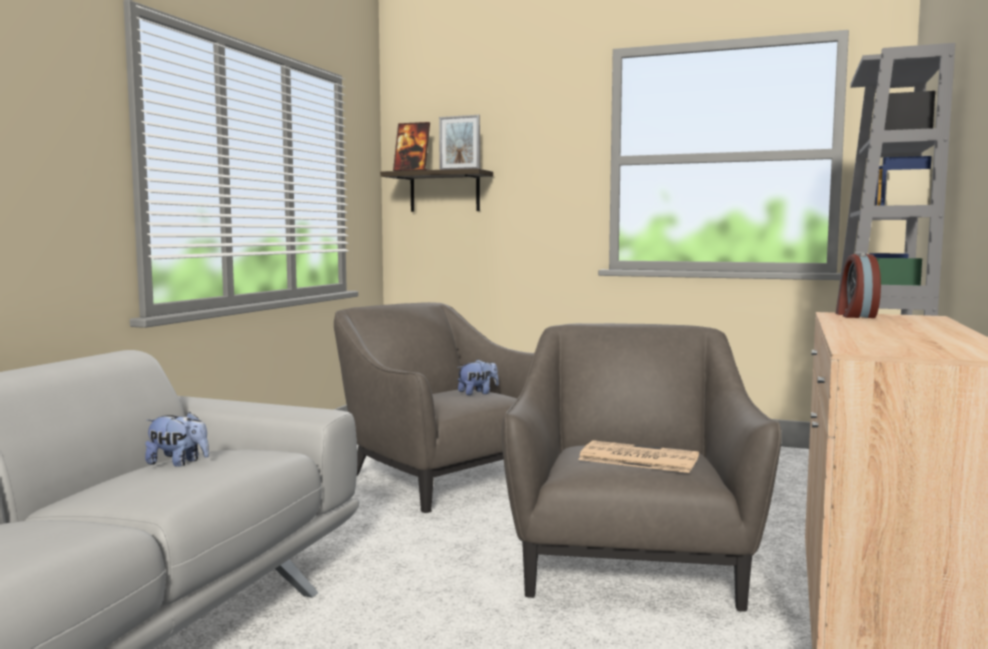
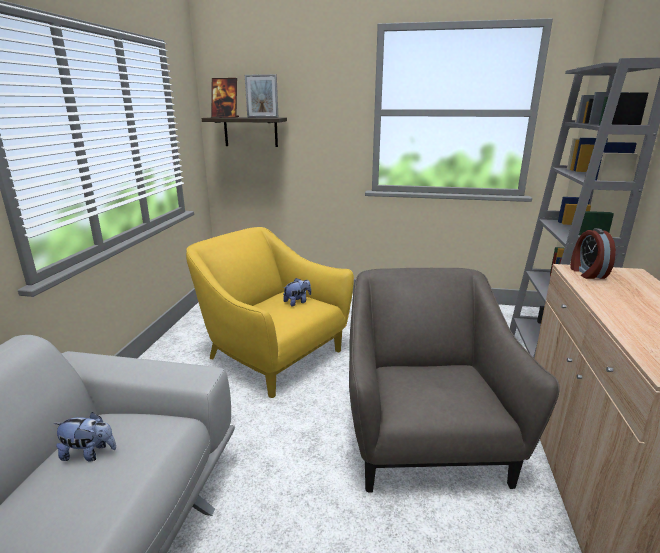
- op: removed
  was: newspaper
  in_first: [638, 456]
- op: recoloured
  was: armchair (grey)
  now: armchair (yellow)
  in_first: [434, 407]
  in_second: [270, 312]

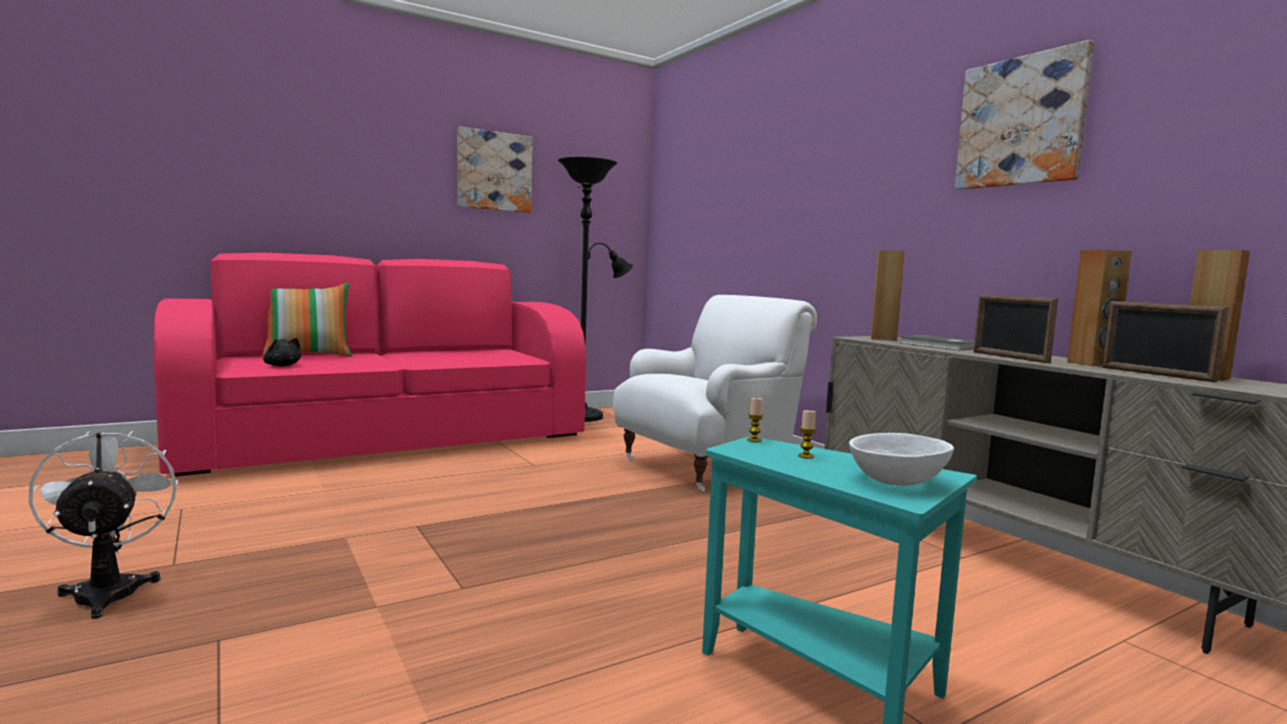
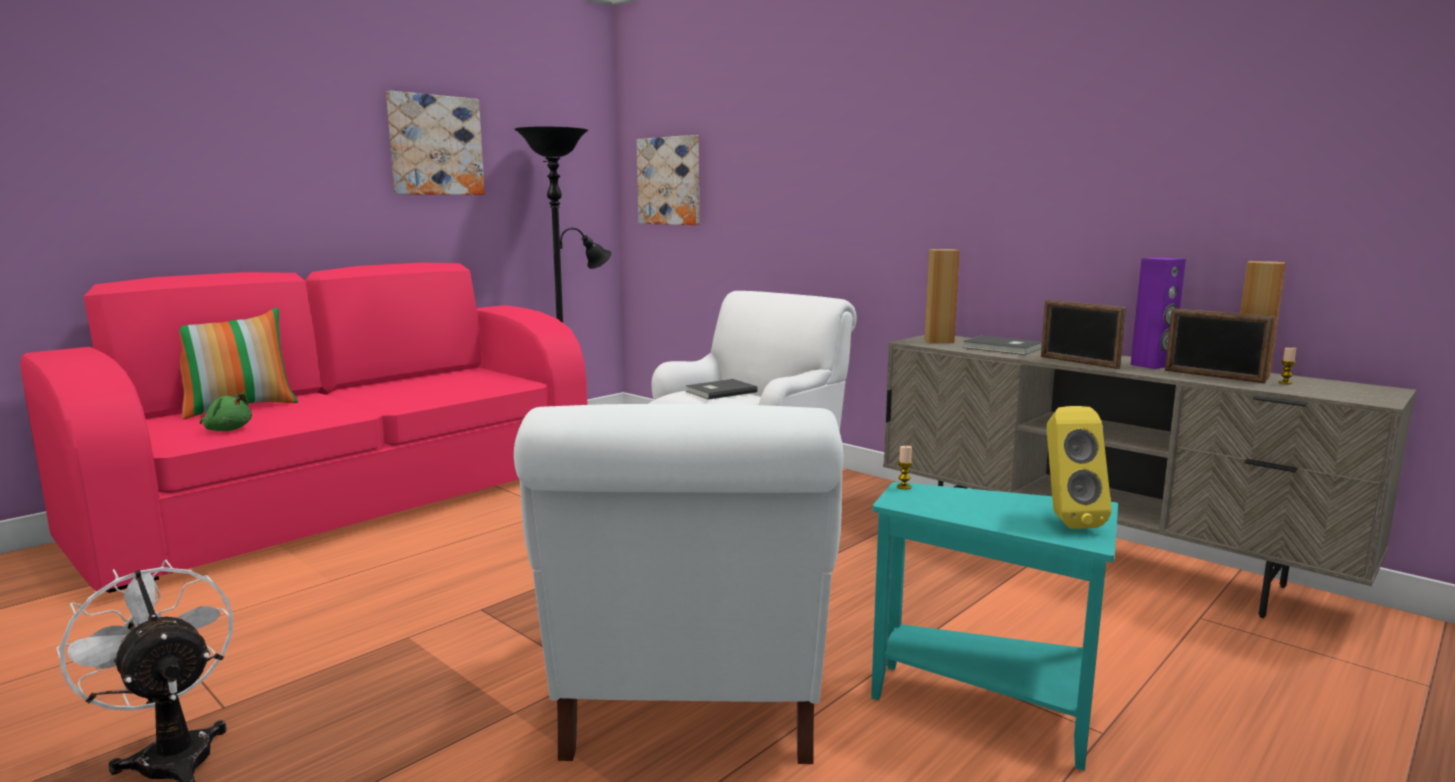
- op: added
  now: armchair (white)
  in_second: [678, 584]
- op: added
  now: book (grey)
  in_second: [722, 389]
- op: moved
  was: candle
  in_first: [807, 434]
  in_second: [1287, 365]
- op: moved
  was: picture
  in_first: [1024, 115]
  in_second: [667, 180]
- op: replaced
  was: bowl (white)
  now: speaker (yellow)
  in_first: [901, 459]
  in_second: [1079, 467]
- op: recoloured
  was: plush toy (black)
  now: plush toy (green)
  in_first: [282, 352]
  in_second: [226, 411]
- op: recoloured
  was: speaker (brown)
  now: speaker (purple)
  in_first: [1099, 308]
  in_second: [1158, 313]

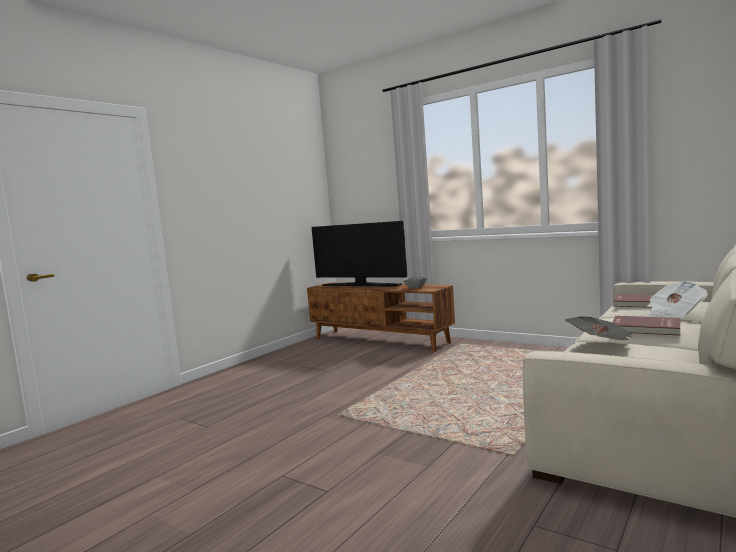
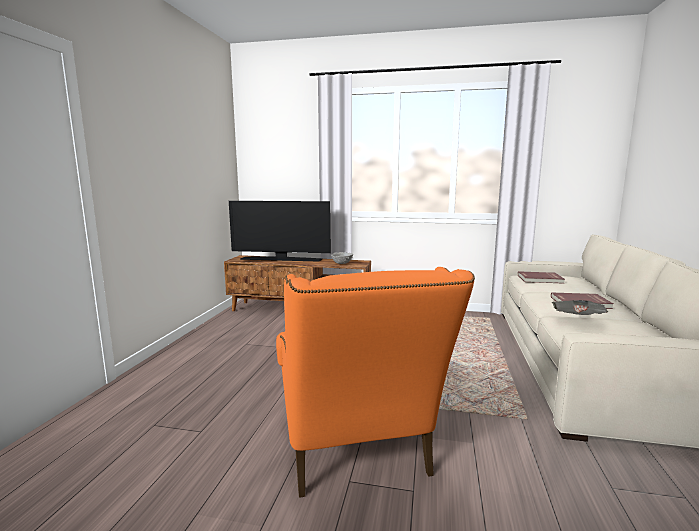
- op: removed
  was: newspaper
  in_first: [677, 299]
- op: added
  now: armchair (orange)
  in_second: [375, 382]

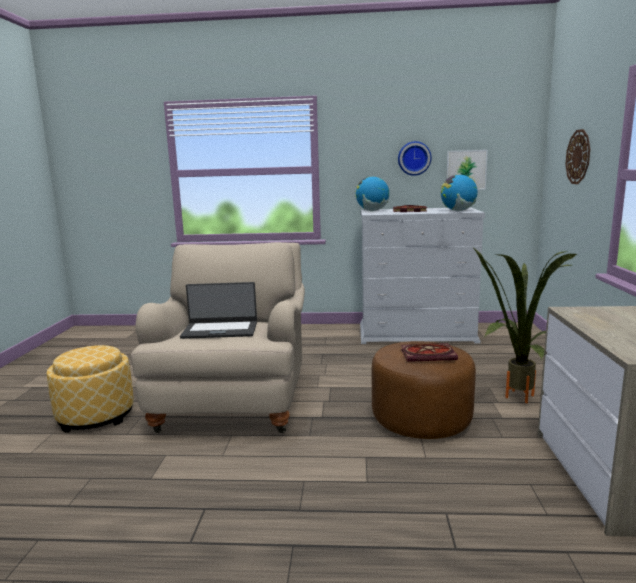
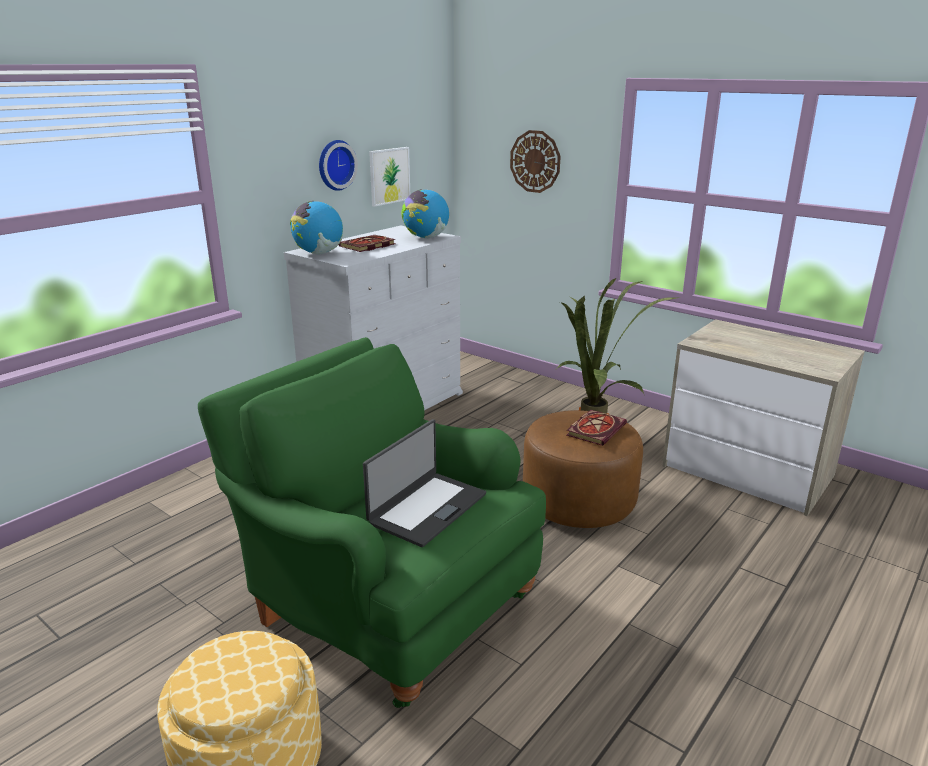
- op: recoloured
  was: armchair (beige)
  now: armchair (green)
  in_first: [218, 337]
  in_second: [372, 522]

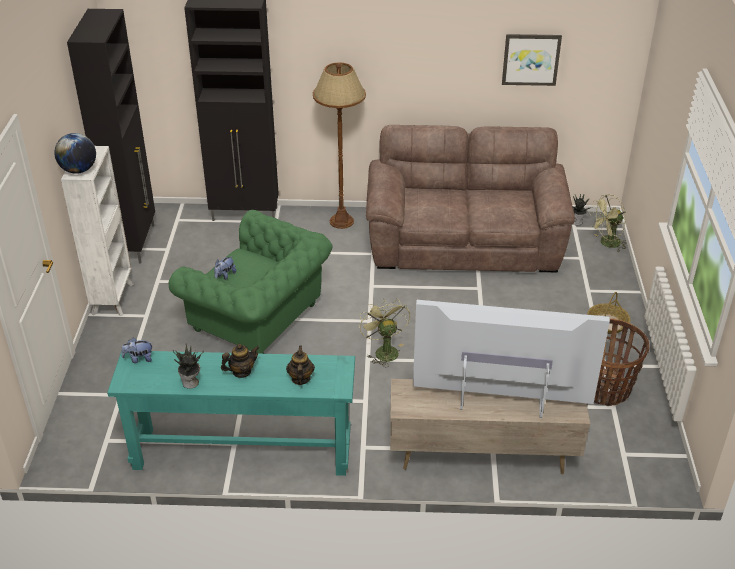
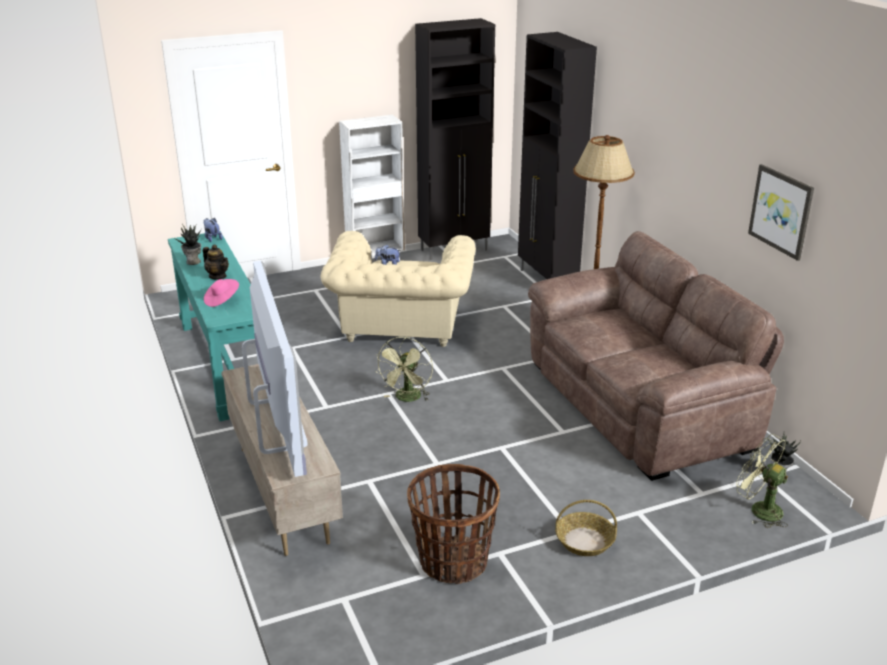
- op: removed
  was: globe
  in_first: [75, 153]
- op: replaced
  was: teapot
  now: hat (pink)
  in_first: [300, 365]
  in_second: [221, 293]
- op: recoloured
  was: armchair (green)
  now: armchair (beige)
  in_first: [250, 282]
  in_second: [398, 289]
- op: turned
  was: fan (green)
  in_first: [384, 332]
  in_second: [404, 369]
  clockwise: 150

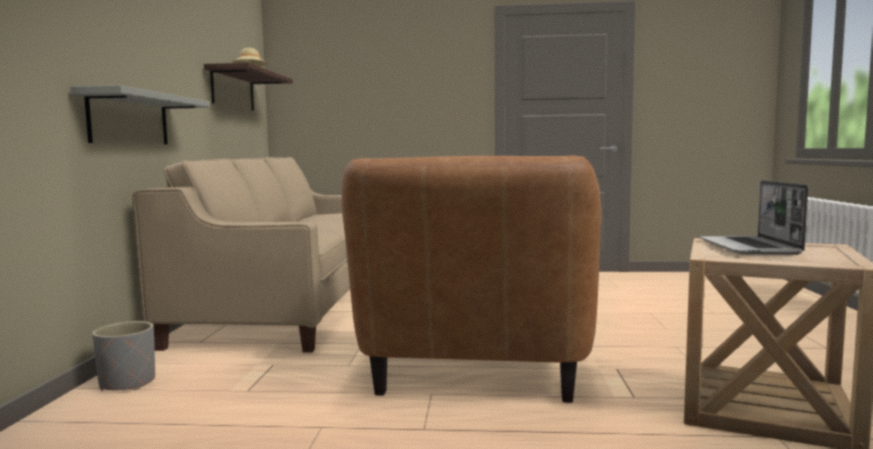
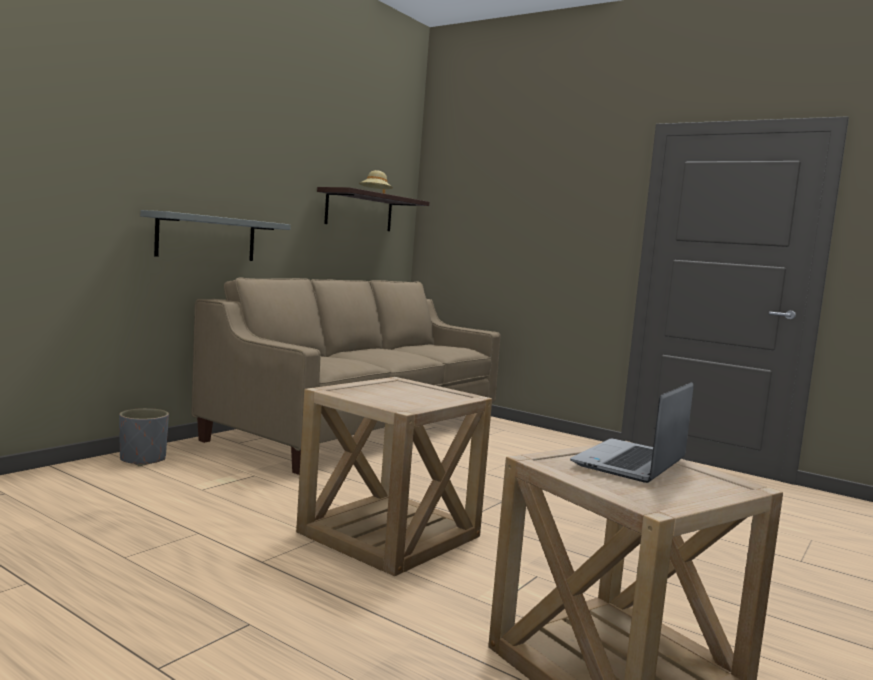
- op: replaced
  was: armchair (brown)
  now: side table (beige)
  in_first: [472, 279]
  in_second: [394, 476]

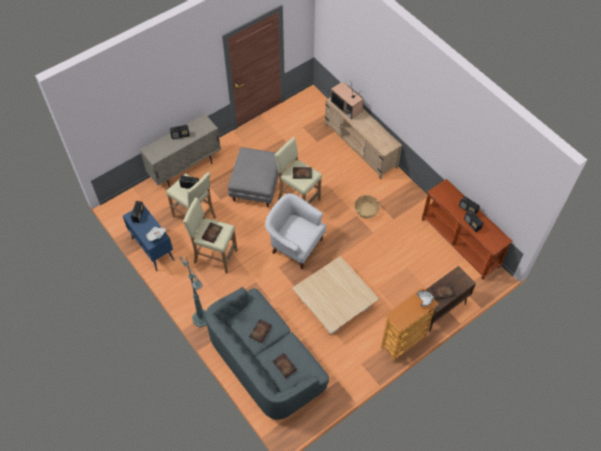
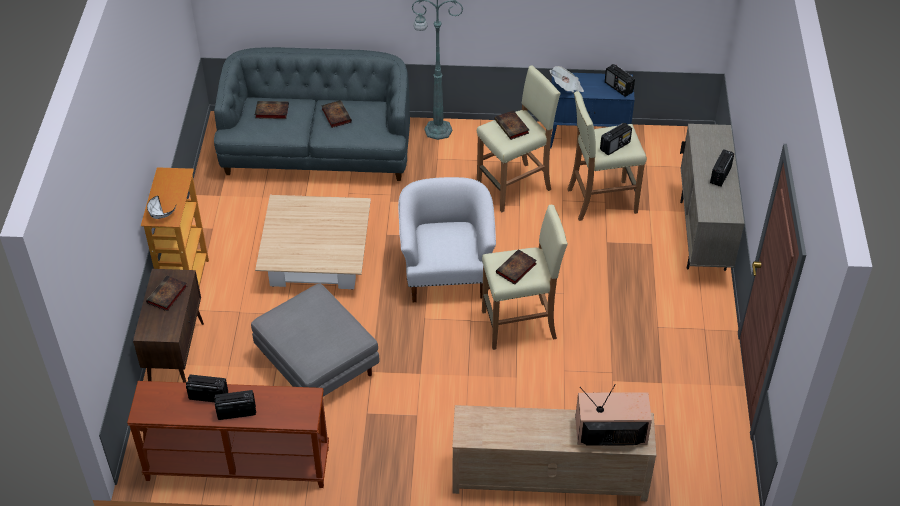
- op: removed
  was: basket
  in_first: [367, 207]
- op: moved
  was: ottoman (grey)
  in_first: [253, 177]
  in_second: [315, 340]
- op: turned
  was: armchair (white)
  in_first: [295, 231]
  in_second: [447, 239]
  clockwise: -75

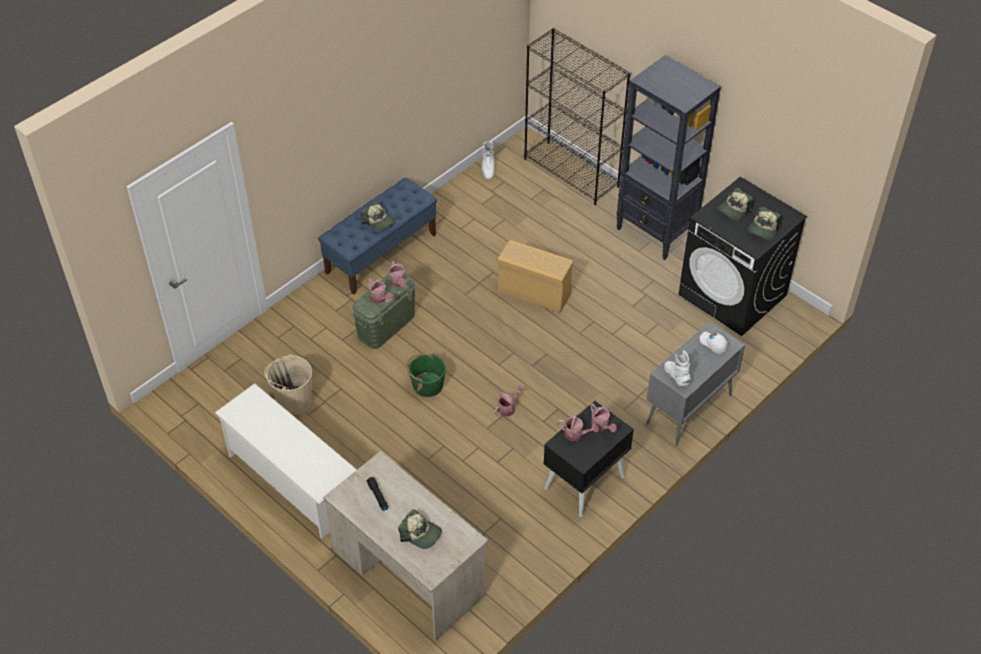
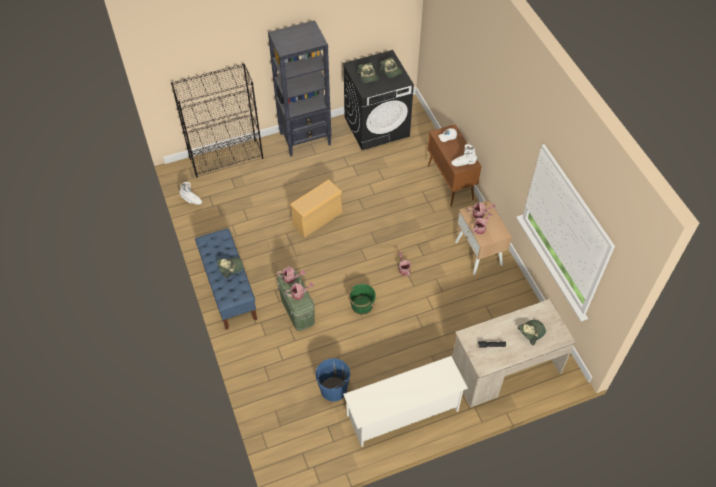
- op: recoloured
  was: bucket (beige)
  now: bucket (blue)
  in_first: [288, 384]
  in_second: [332, 380]
- op: recoloured
  was: nightstand (black)
  now: nightstand (beige)
  in_first: [588, 459]
  in_second: [483, 237]
- op: recoloured
  was: cabinet (grey)
  now: cabinet (brown)
  in_first: [695, 384]
  in_second: [455, 165]

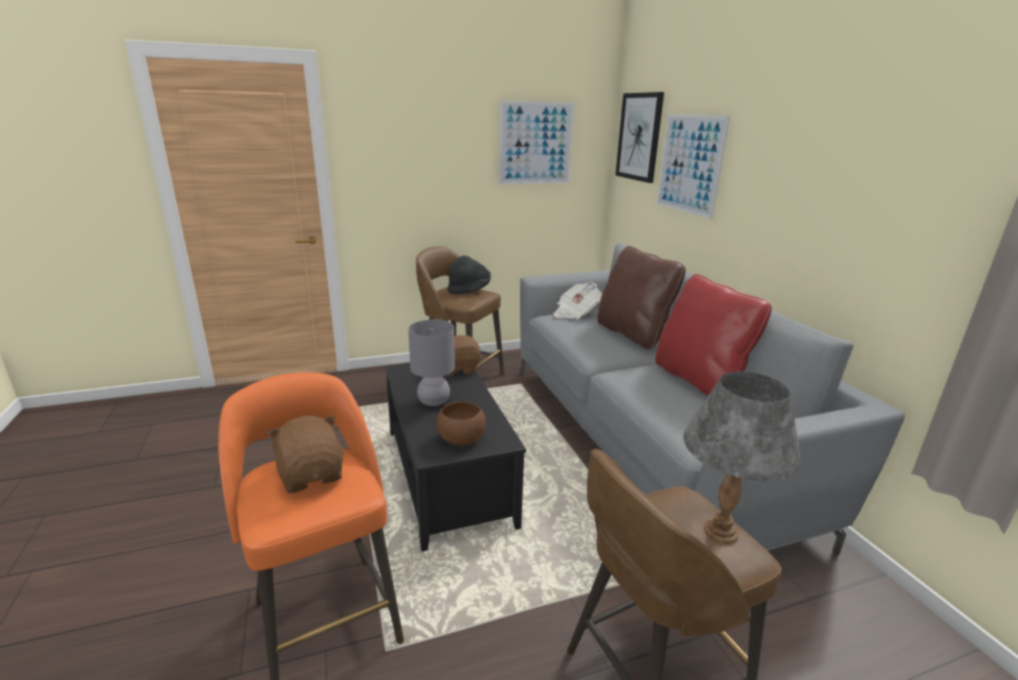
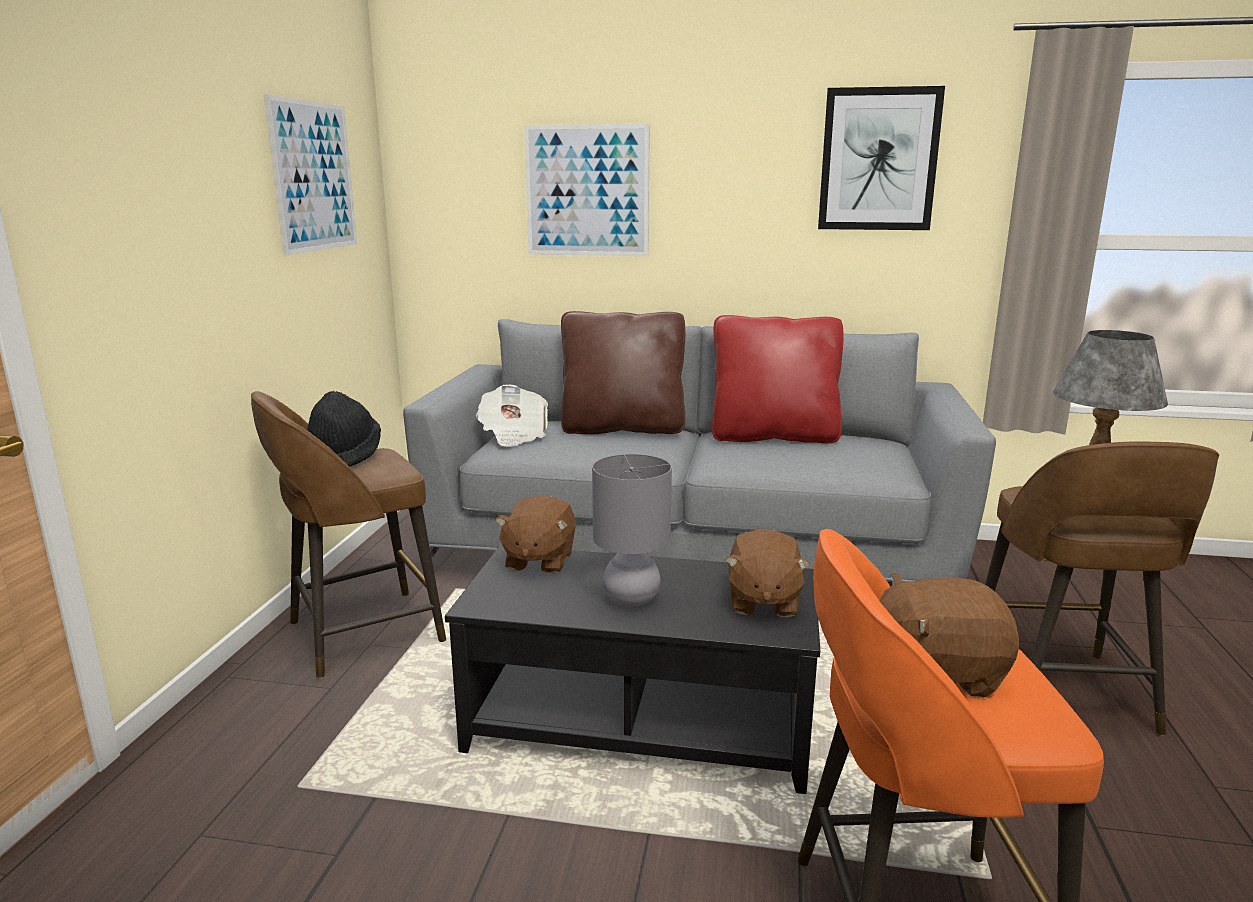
- op: moved
  was: picture
  in_first: [639, 137]
  in_second: [881, 158]
- op: replaced
  was: bowl (brown)
  now: plush toy (brown)
  in_first: [461, 423]
  in_second: [767, 573]

